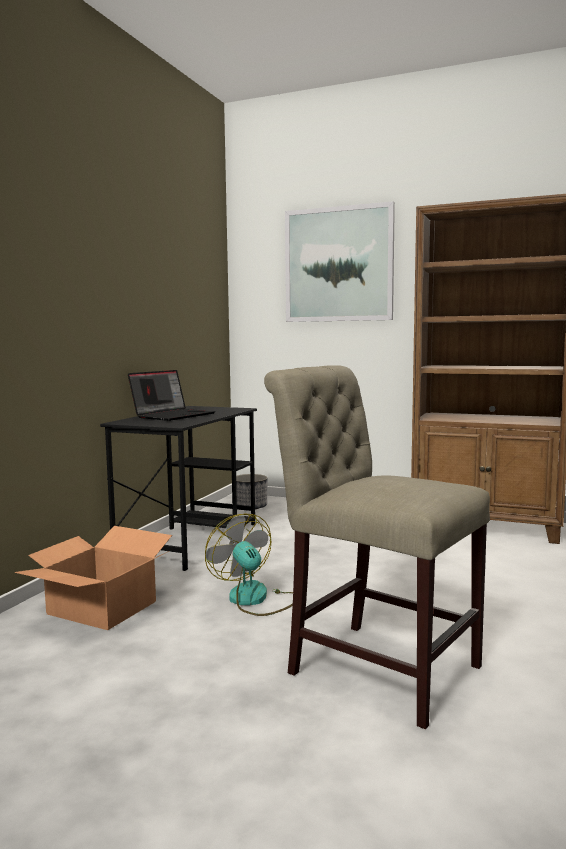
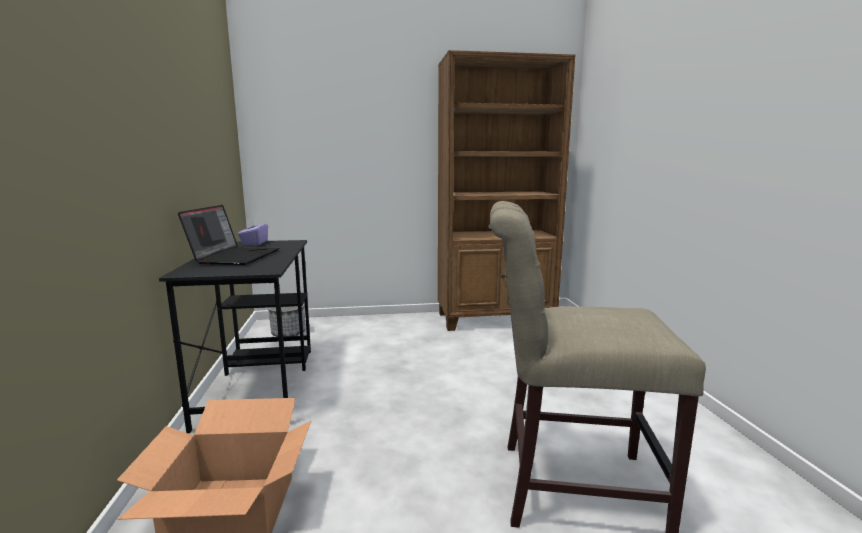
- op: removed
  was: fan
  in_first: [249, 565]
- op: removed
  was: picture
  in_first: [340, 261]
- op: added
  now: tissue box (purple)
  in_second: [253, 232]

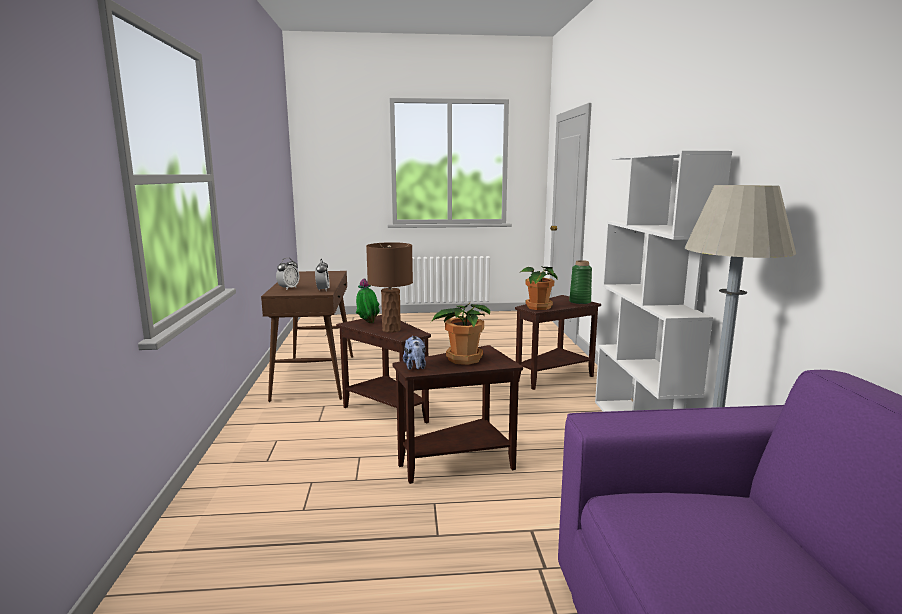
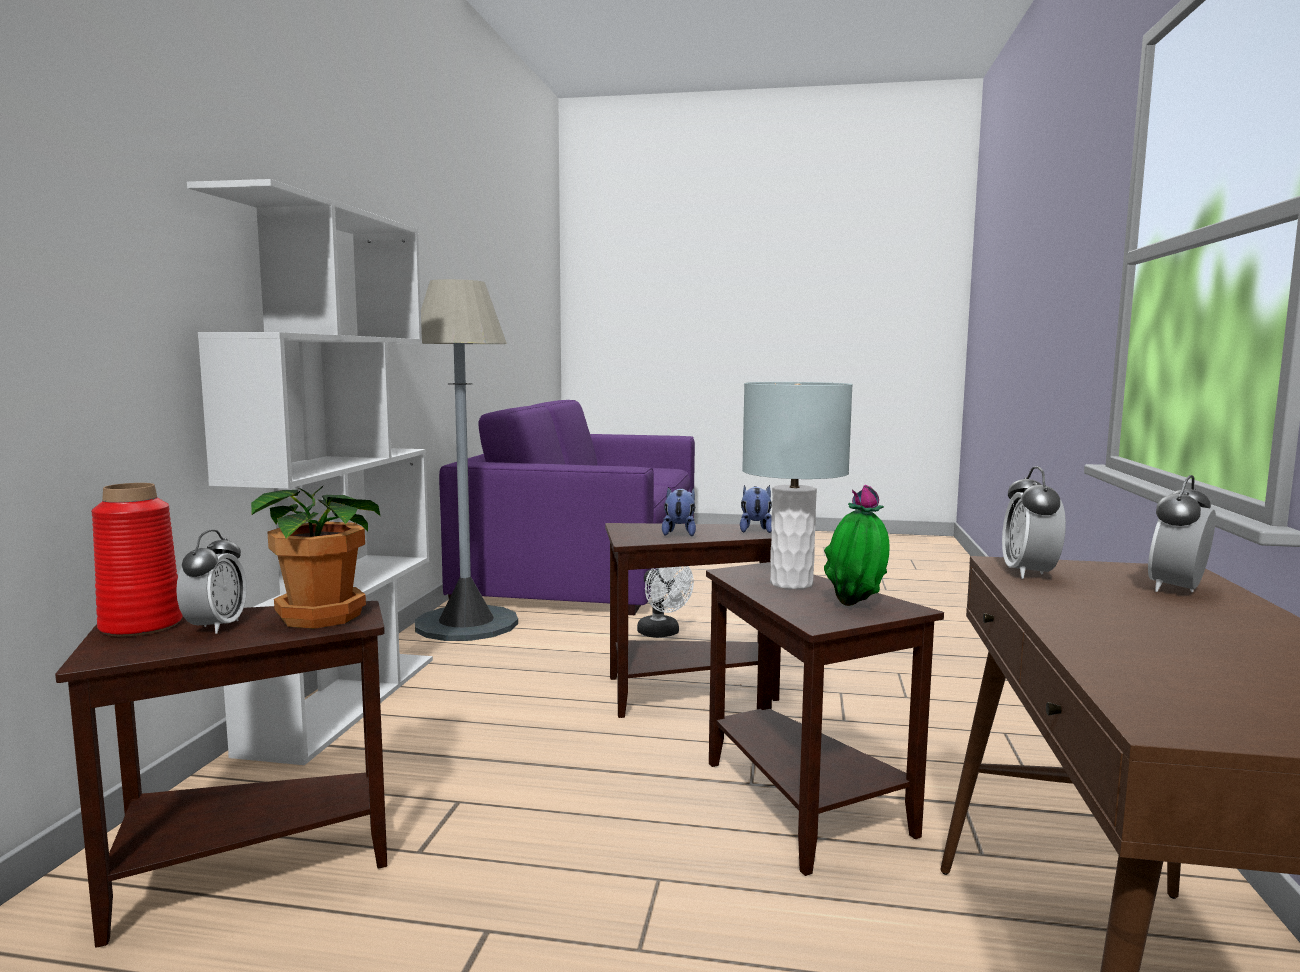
- op: added
  now: alarm clock
  in_second: [211, 581]
- op: added
  now: fan (white)
  in_second: [665, 602]
- op: replaced
  was: potted plant
  now: plush toy
  in_first: [460, 333]
  in_second: [679, 511]
- op: recoloured
  was: table lamp (brown)
  now: table lamp (grey)
  in_first: [389, 287]
  in_second: [797, 485]
- op: recoloured
  was: vase (green)
  now: vase (red)
  in_first: [580, 282]
  in_second: [137, 559]

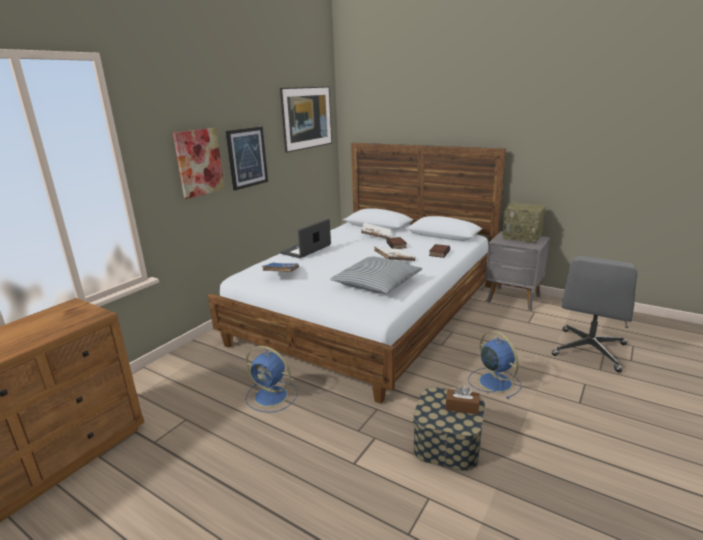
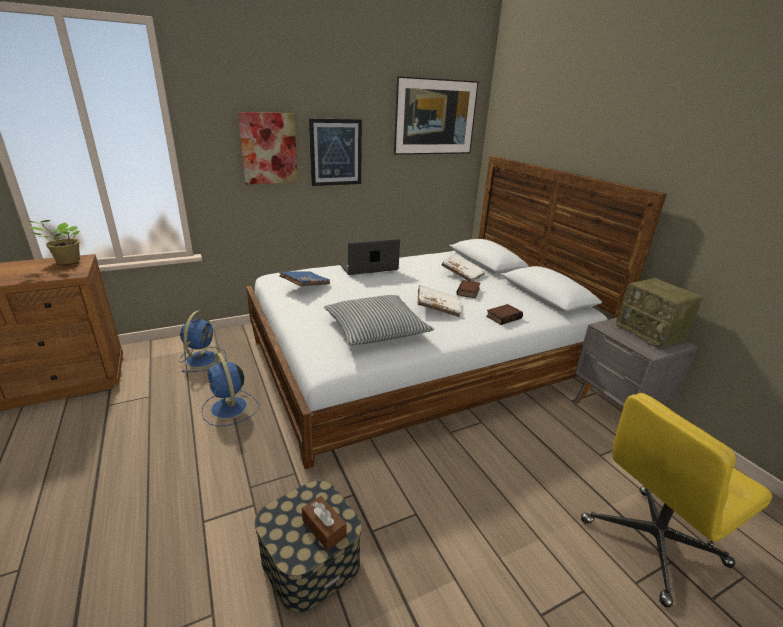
- op: added
  now: potted plant
  in_second: [52, 242]
- op: moved
  was: fan (blue)
  in_first: [495, 365]
  in_second: [202, 341]
- op: recoloured
  was: office chair (grey)
  now: office chair (yellow)
  in_first: [594, 314]
  in_second: [676, 500]

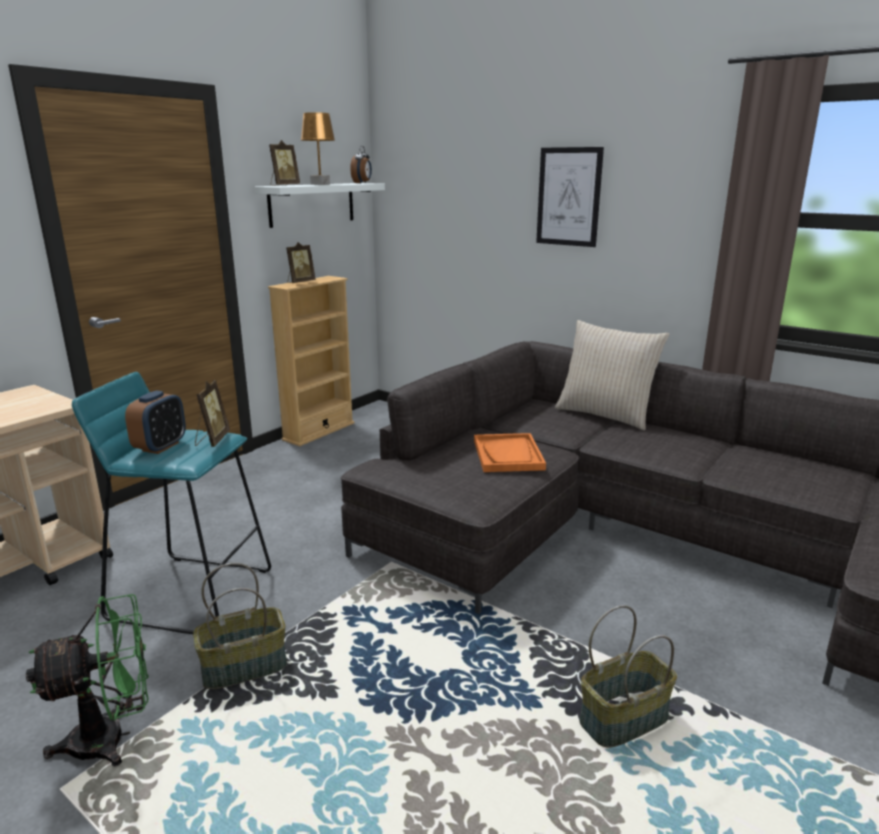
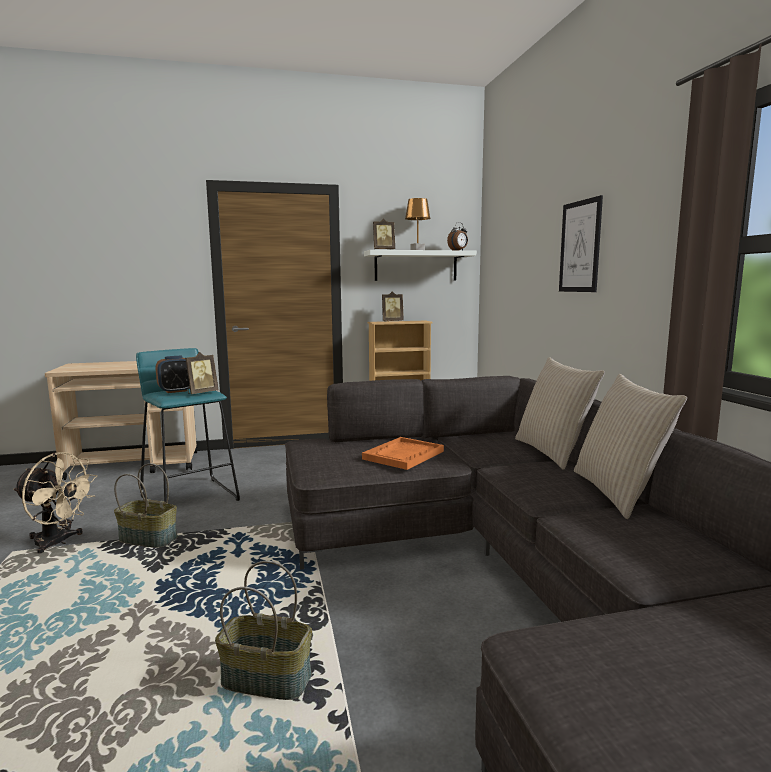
- op: added
  now: pillow (beige)
  in_second: [630, 446]
- op: recoloured
  was: fan (green)
  now: fan (beige)
  in_first: [87, 680]
  in_second: [55, 503]

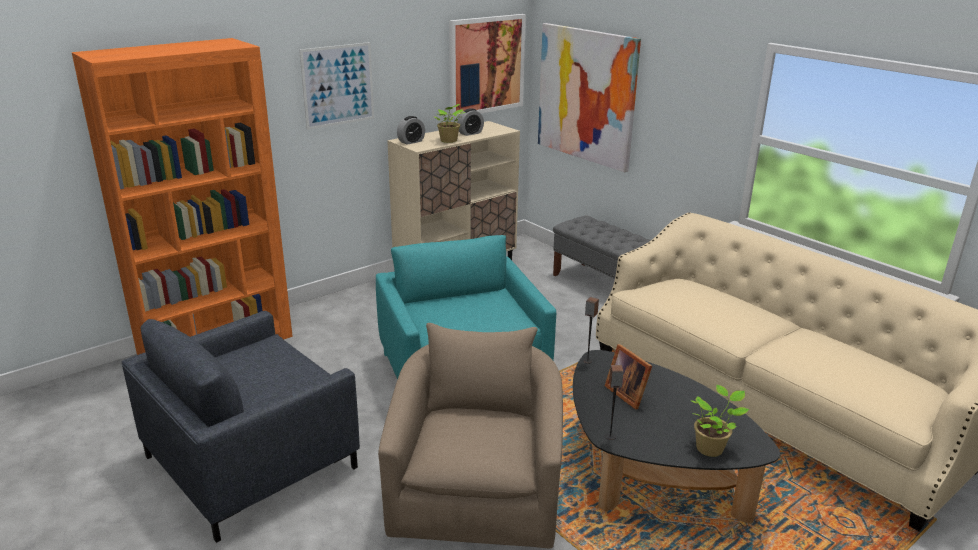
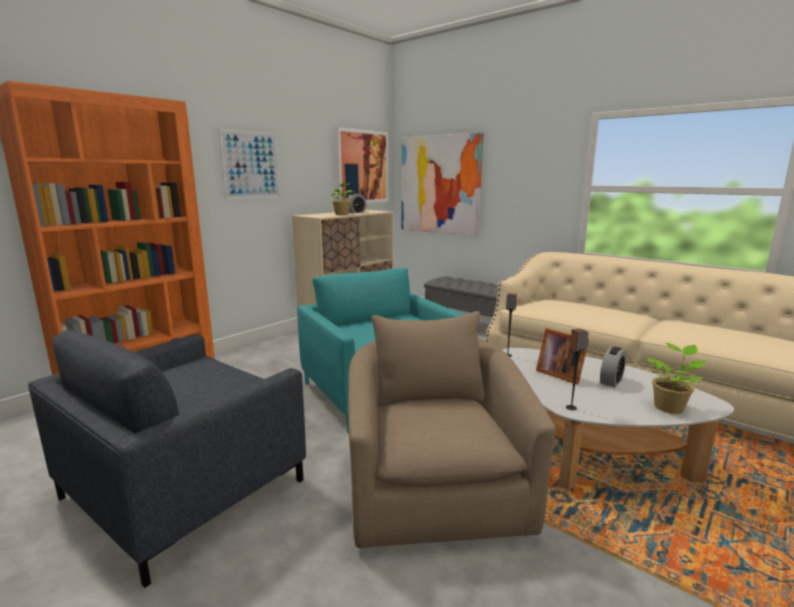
- op: moved
  was: alarm clock
  in_first: [411, 130]
  in_second: [613, 367]
- op: recoloured
  was: coffee table (black)
  now: coffee table (white)
  in_first: [676, 437]
  in_second: [618, 419]

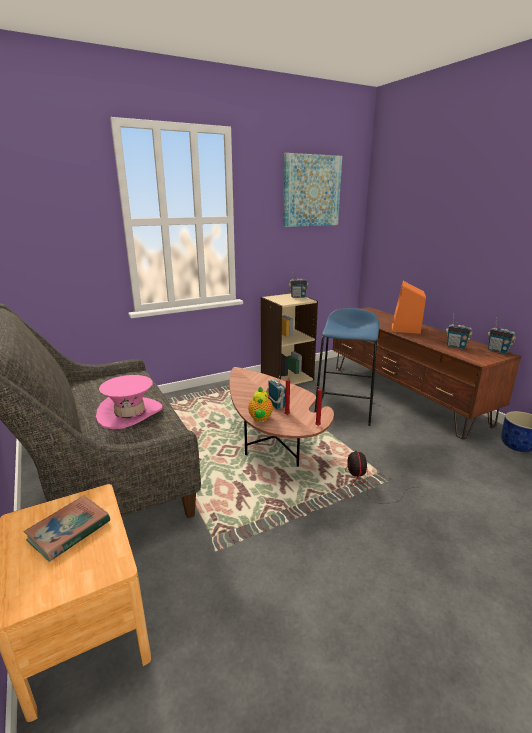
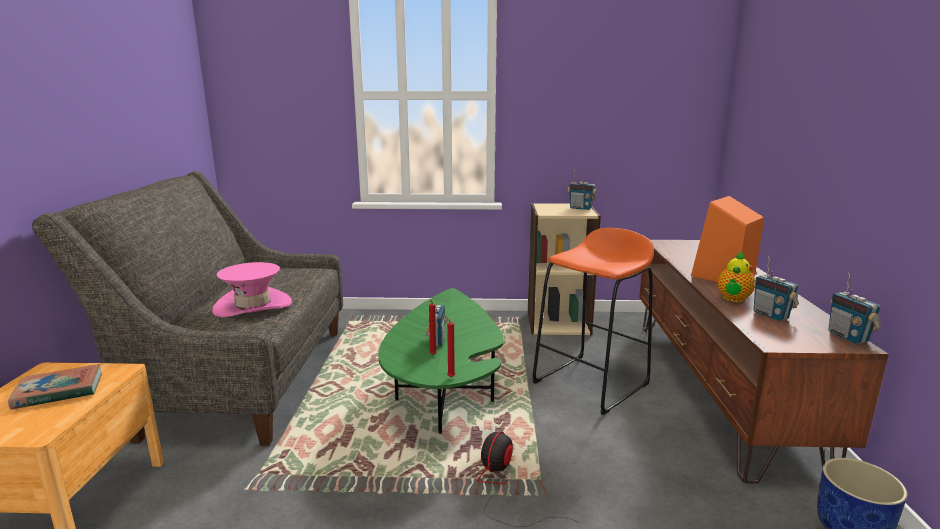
- op: removed
  was: picture
  in_first: [312, 190]
- op: moved
  was: teapot
  in_first: [260, 404]
  in_second: [736, 276]
- op: recoloured
  was: coffee table (brown)
  now: coffee table (green)
  in_first: [282, 417]
  in_second: [441, 361]
- op: recoloured
  was: stool (blue)
  now: stool (orange)
  in_first: [346, 367]
  in_second: [593, 321]

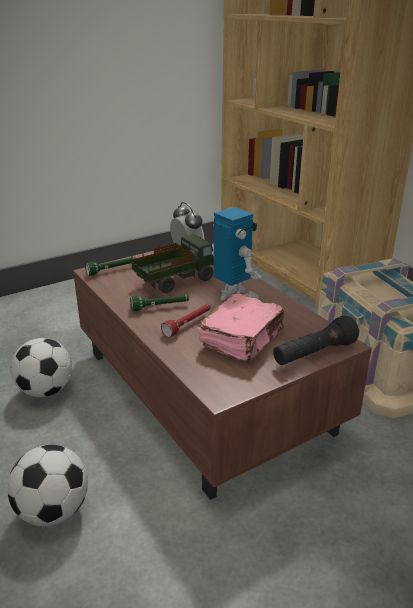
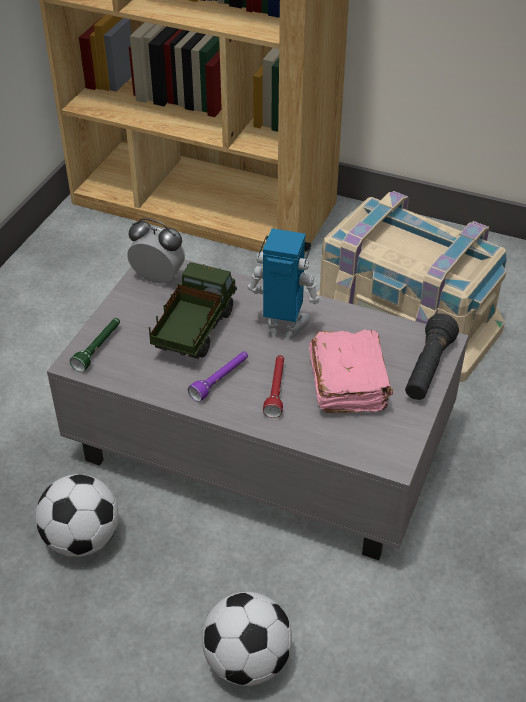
- op: recoloured
  was: coffee table (brown)
  now: coffee table (grey)
  in_first: [222, 373]
  in_second: [257, 409]
- op: recoloured
  was: flashlight (green)
  now: flashlight (purple)
  in_first: [159, 303]
  in_second: [218, 376]

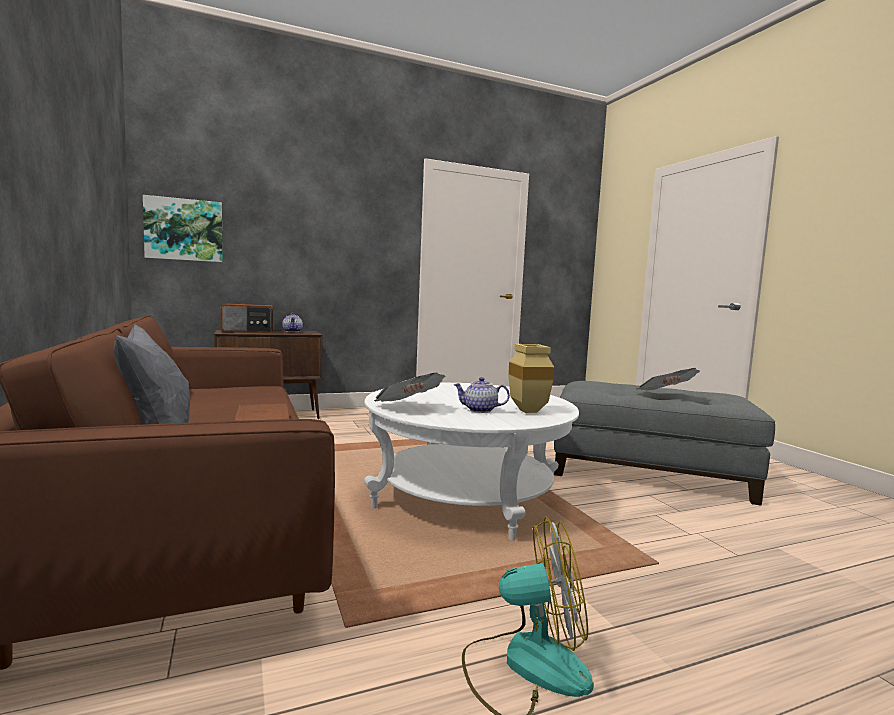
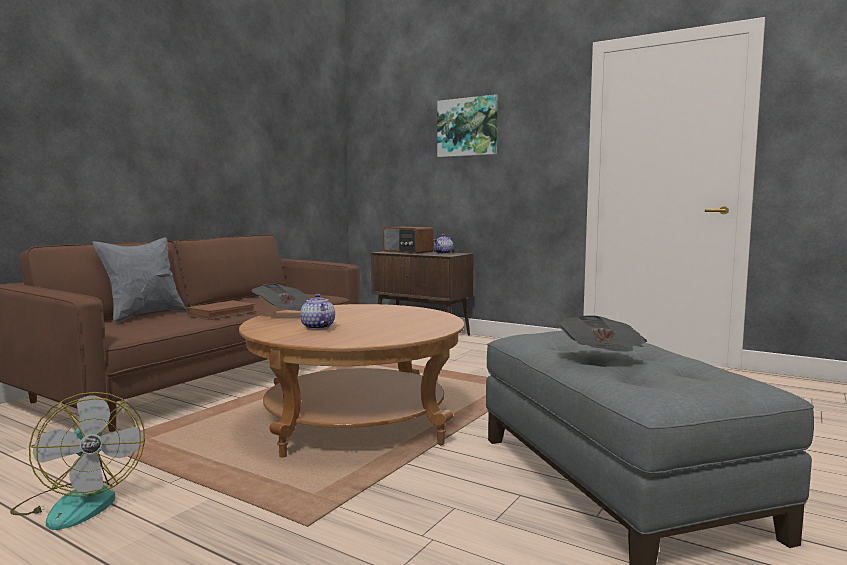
- op: removed
  was: vase (beige)
  in_first: [531, 378]
- op: moved
  was: picture
  in_first: [183, 228]
  in_second: [467, 125]
- op: recoloured
  was: coffee table (white)
  now: coffee table (brown)
  in_first: [471, 462]
  in_second: [351, 381]

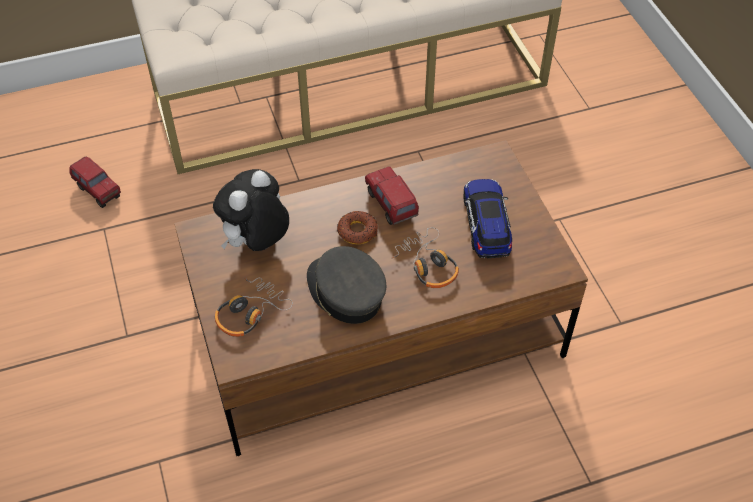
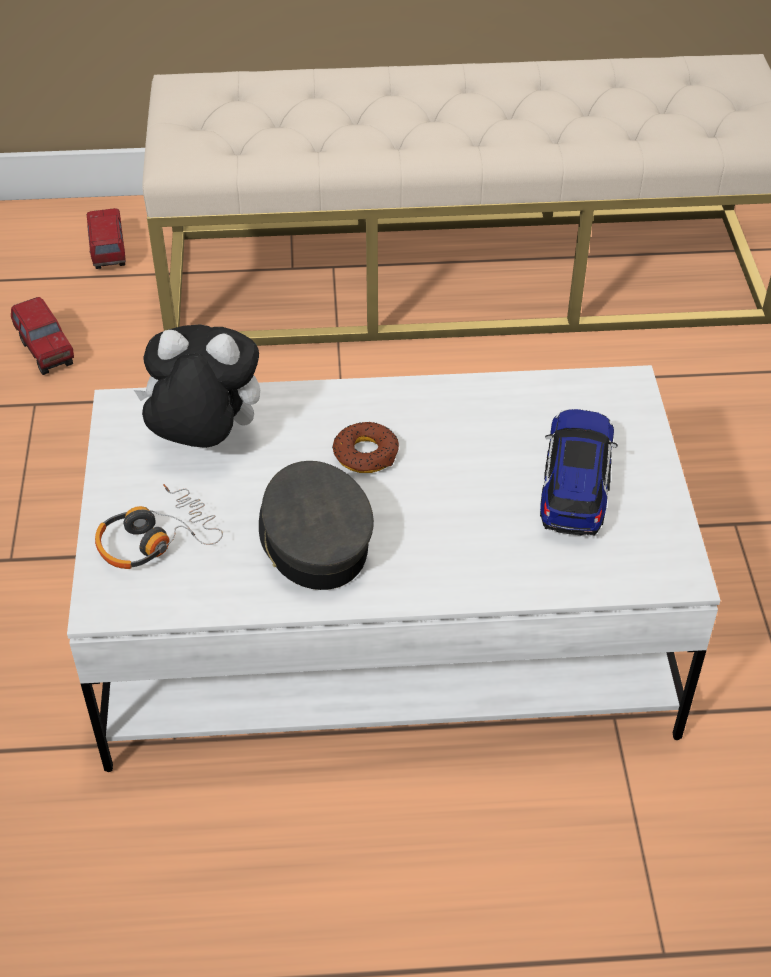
- op: removed
  was: headphones
  in_first: [425, 257]
- op: moved
  was: toy truck
  in_first: [392, 196]
  in_second: [106, 238]
- op: recoloured
  was: coffee table (brown)
  now: coffee table (white)
  in_first: [381, 298]
  in_second: [394, 568]
- op: turned
  was: plush toy
  in_first: [251, 210]
  in_second: [197, 386]
  clockwise: 45

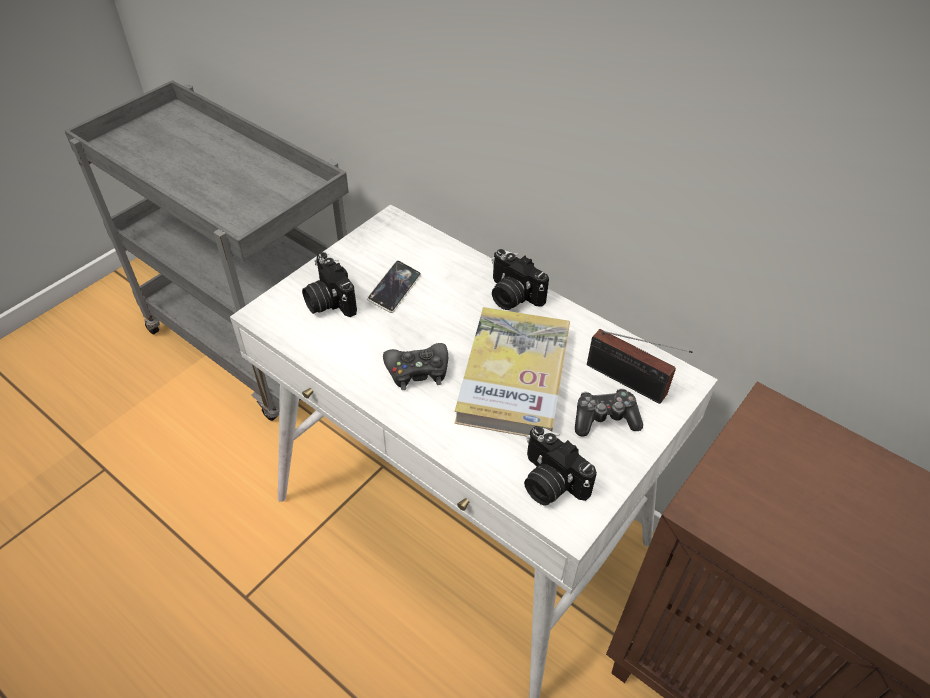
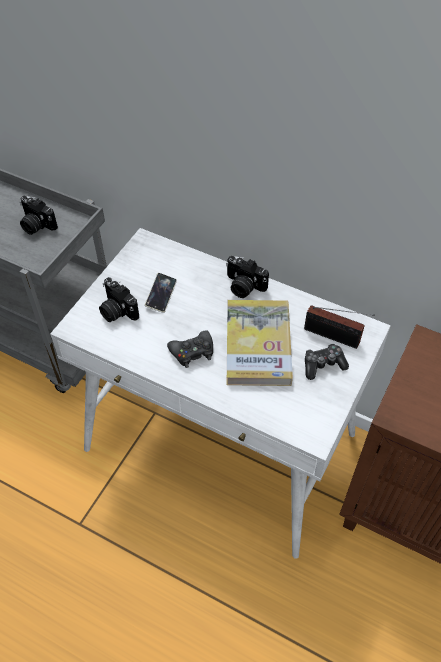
- op: moved
  was: photo camera
  in_first: [560, 466]
  in_second: [38, 215]

